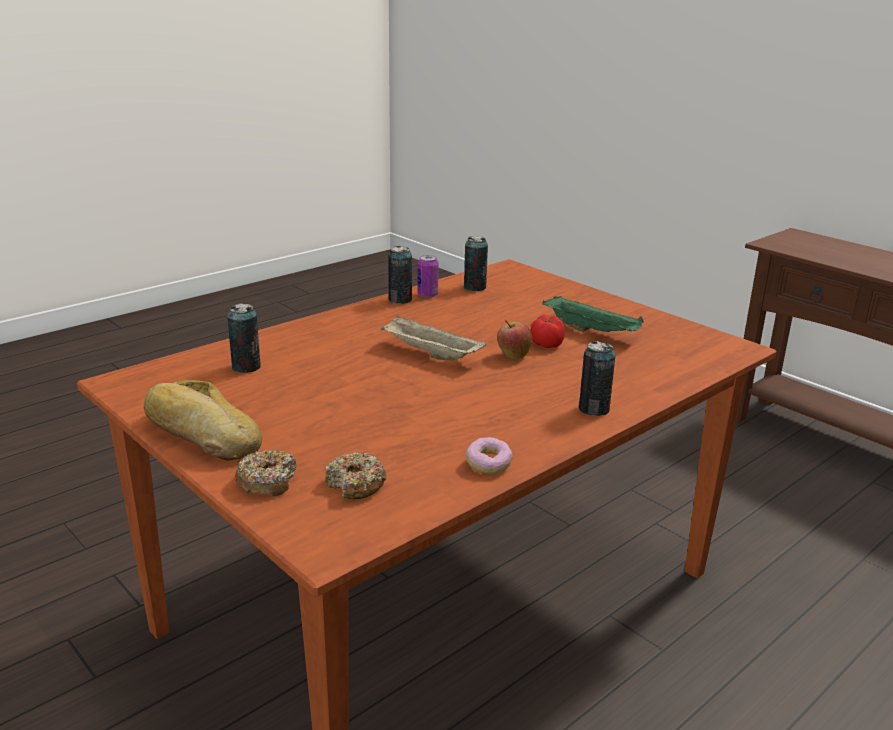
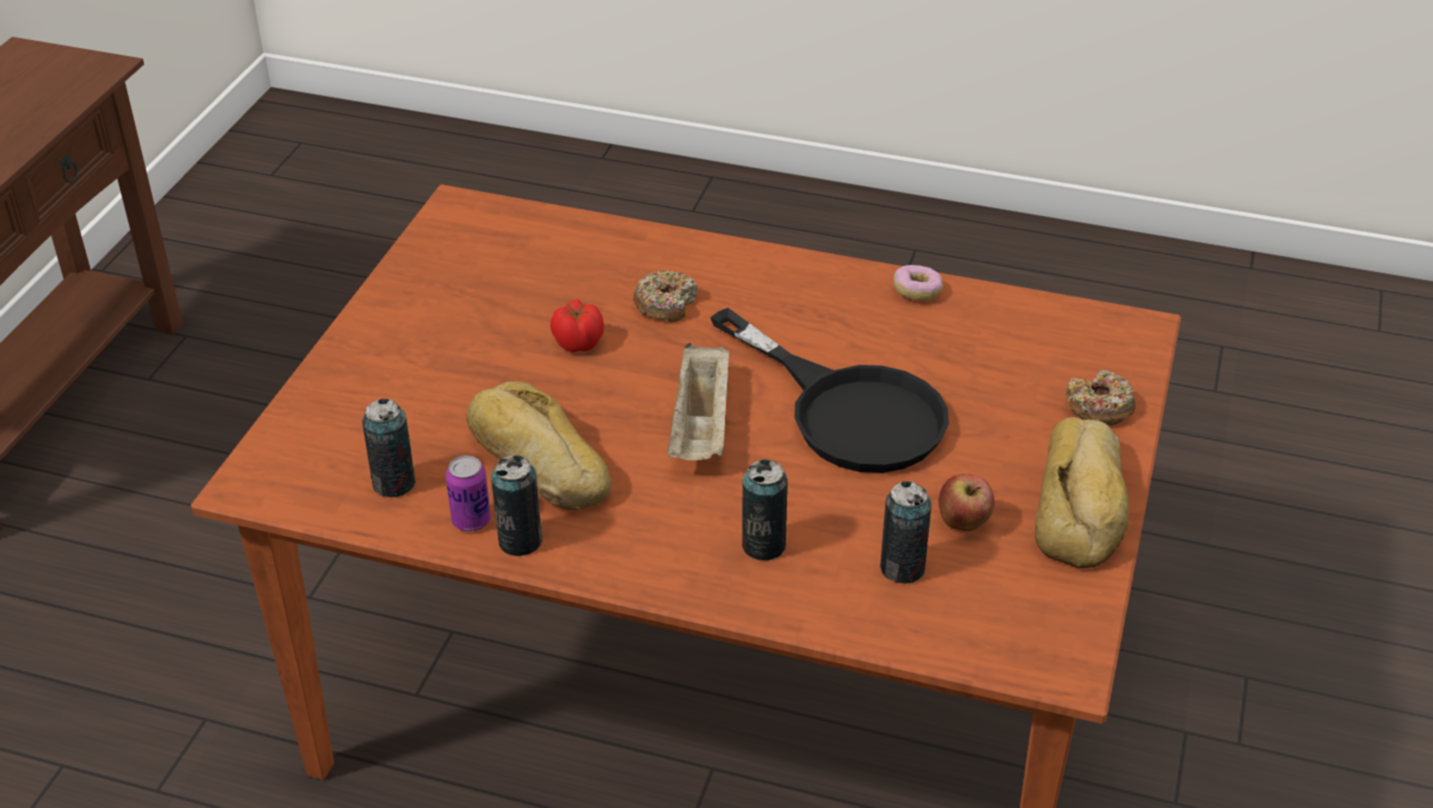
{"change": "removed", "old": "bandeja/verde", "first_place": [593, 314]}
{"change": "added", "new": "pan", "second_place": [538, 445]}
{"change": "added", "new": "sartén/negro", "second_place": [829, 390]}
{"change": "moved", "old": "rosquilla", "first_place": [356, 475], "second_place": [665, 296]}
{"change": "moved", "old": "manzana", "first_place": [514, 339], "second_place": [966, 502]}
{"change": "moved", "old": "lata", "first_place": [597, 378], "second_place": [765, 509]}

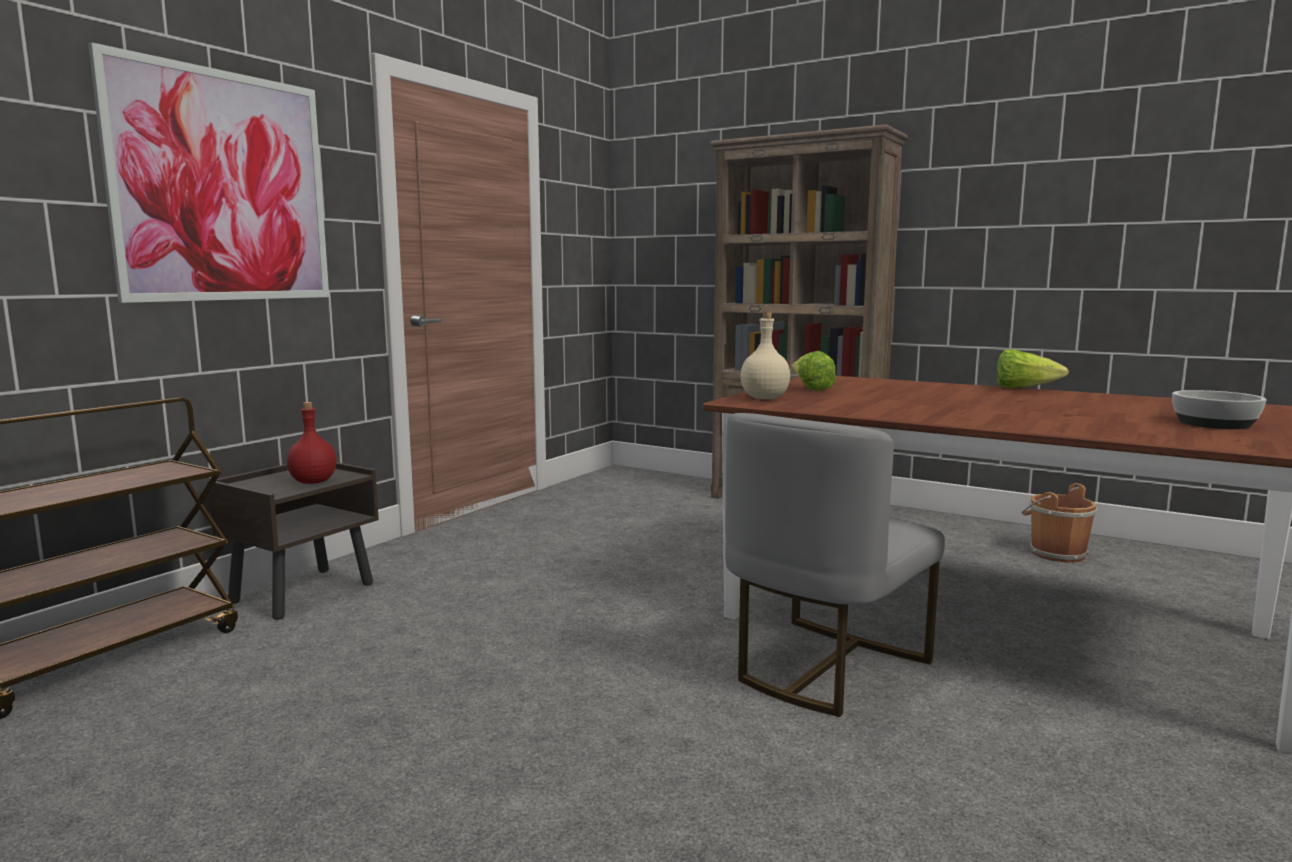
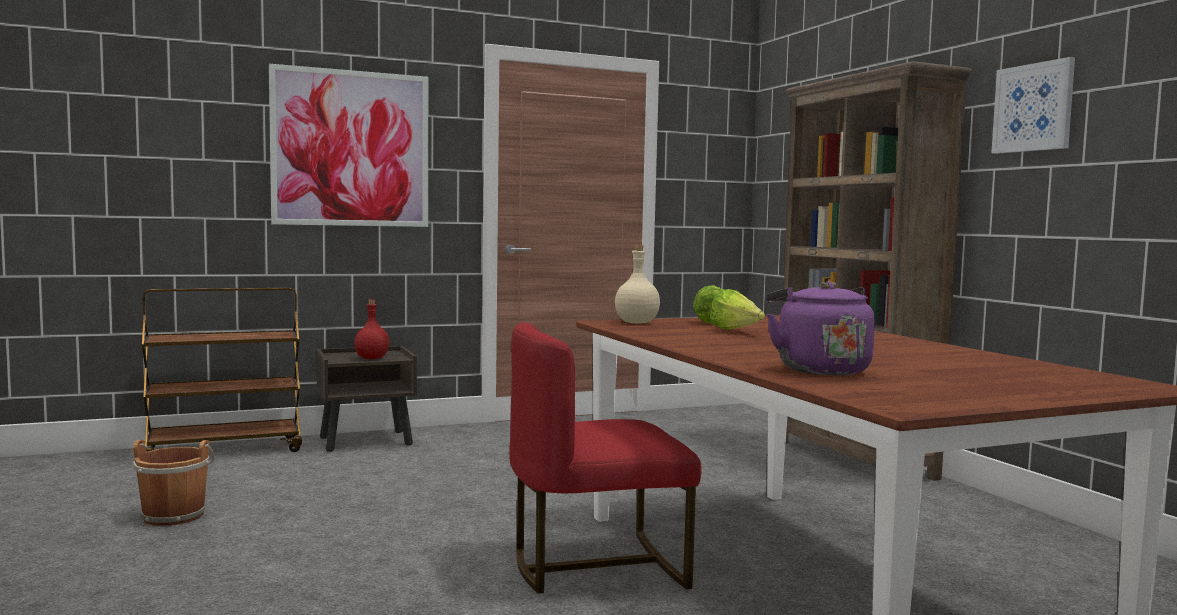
{"change": "removed", "old": "cuenco", "first_place": [1219, 409]}
{"change": "added", "new": "hervidor/morado", "second_place": [820, 328]}
{"change": "added", "new": "cuadro", "second_place": [1033, 105]}
{"change": "moved", "old": "lechuga", "first_place": [1033, 368], "second_place": [737, 309]}
{"change": "moved", "old": "cubo/marrón", "first_place": [1059, 522], "second_place": [174, 483]}
{"change": "recoloured", "old": "silla/gris", "new": "silla/rojo", "first_place": [835, 565], "second_place": [605, 458]}

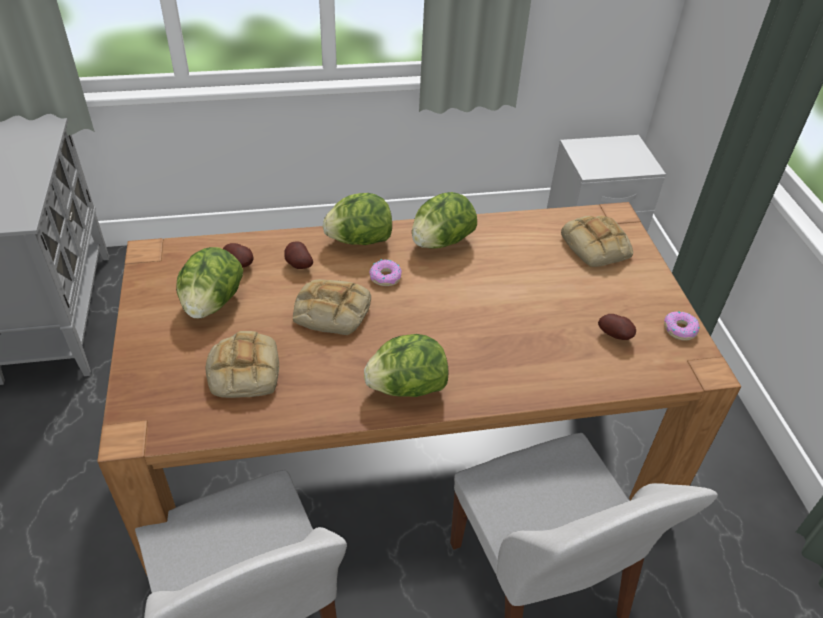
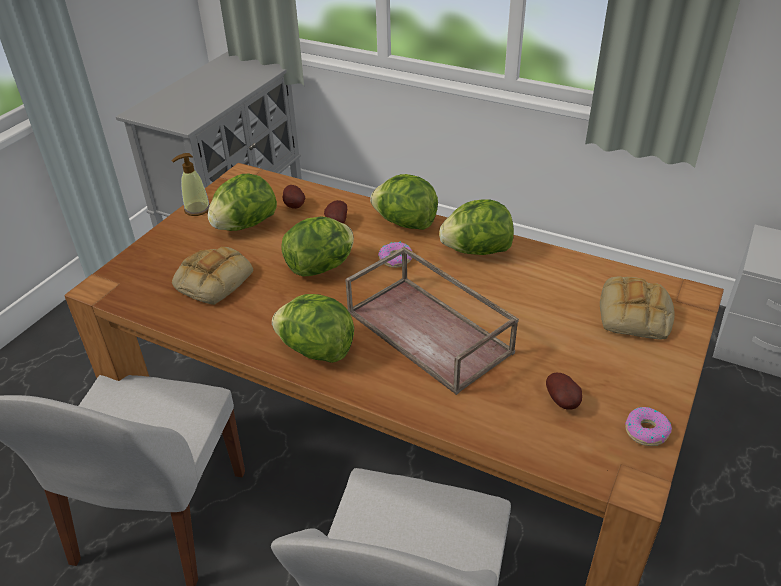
{"change": "added", "new": "dispensador de jabón", "second_place": [191, 184]}
{"change": "added", "new": "bandeja/marrón", "second_place": [432, 321]}
{"change": "replaced", "old": "pan", "new": "lechuga", "first_place": [332, 307], "second_place": [317, 247]}

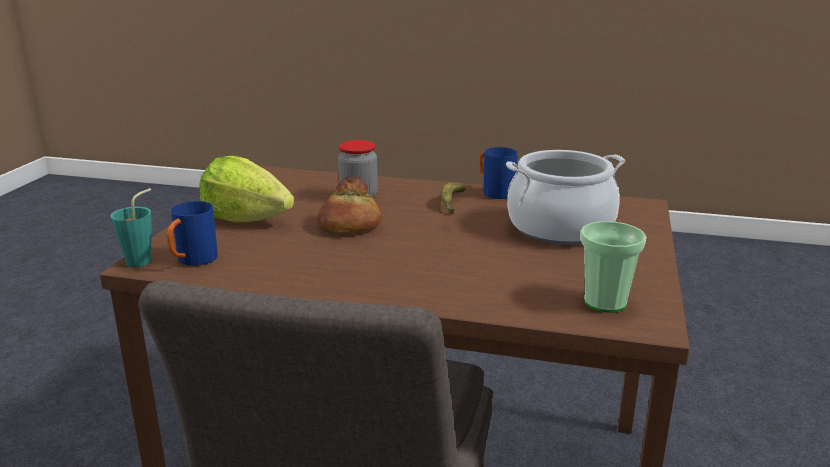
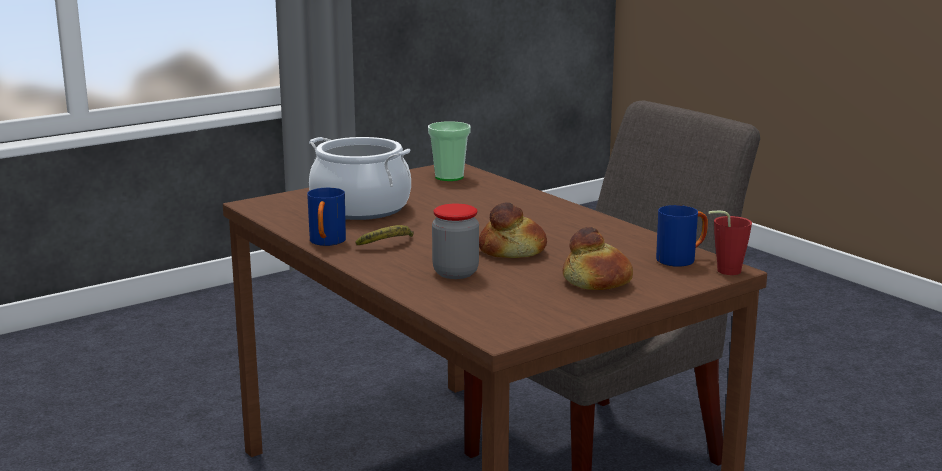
{"change": "replaced", "old": "lechuga", "new": "pan", "first_place": [246, 189], "second_place": [598, 258]}
{"change": "recoloured", "old": "taza/turquesa", "new": "taza/rojo", "first_place": [131, 227], "second_place": [730, 243]}

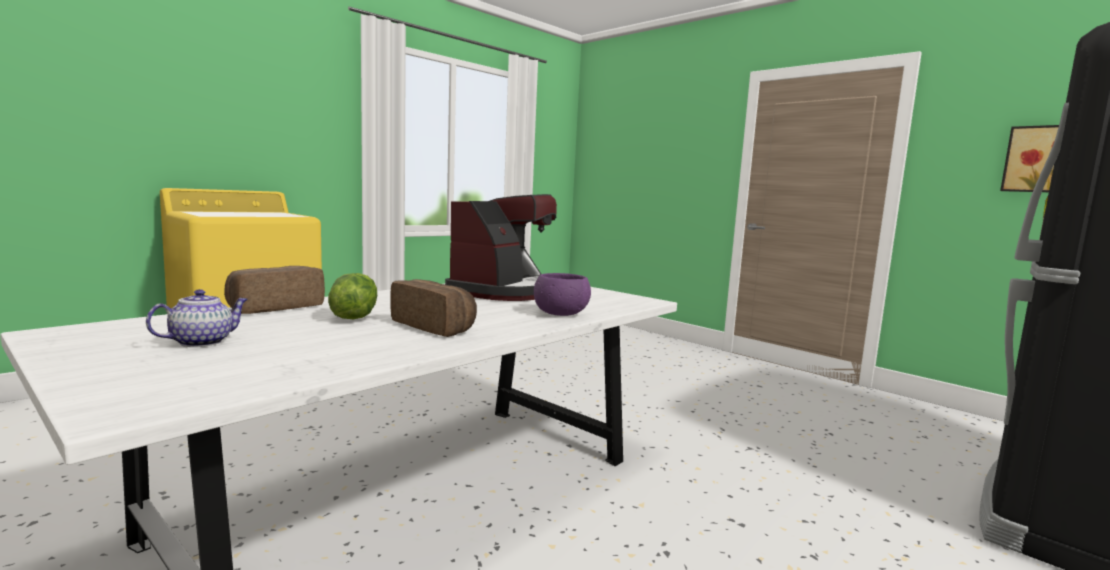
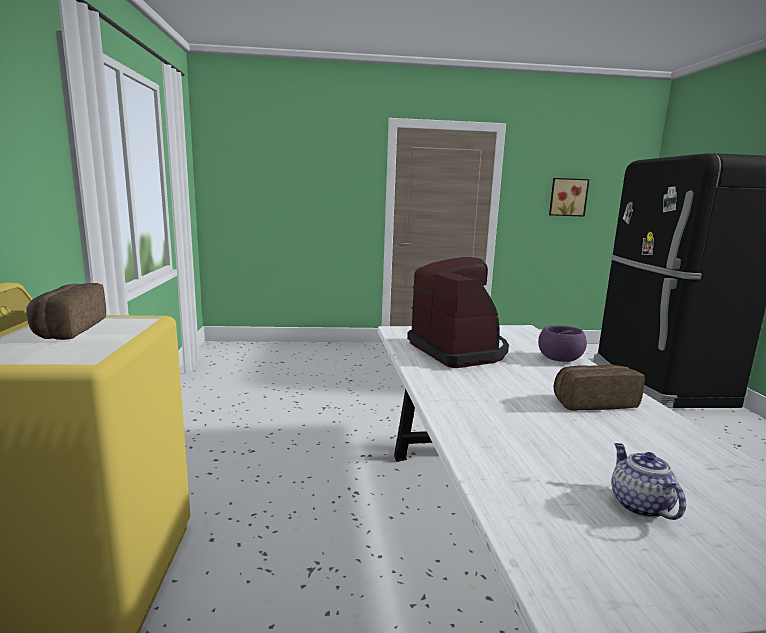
{"change": "removed", "old": "lechuga", "first_place": [352, 296]}
{"change": "moved", "old": "pan", "first_place": [274, 290], "second_place": [66, 311]}

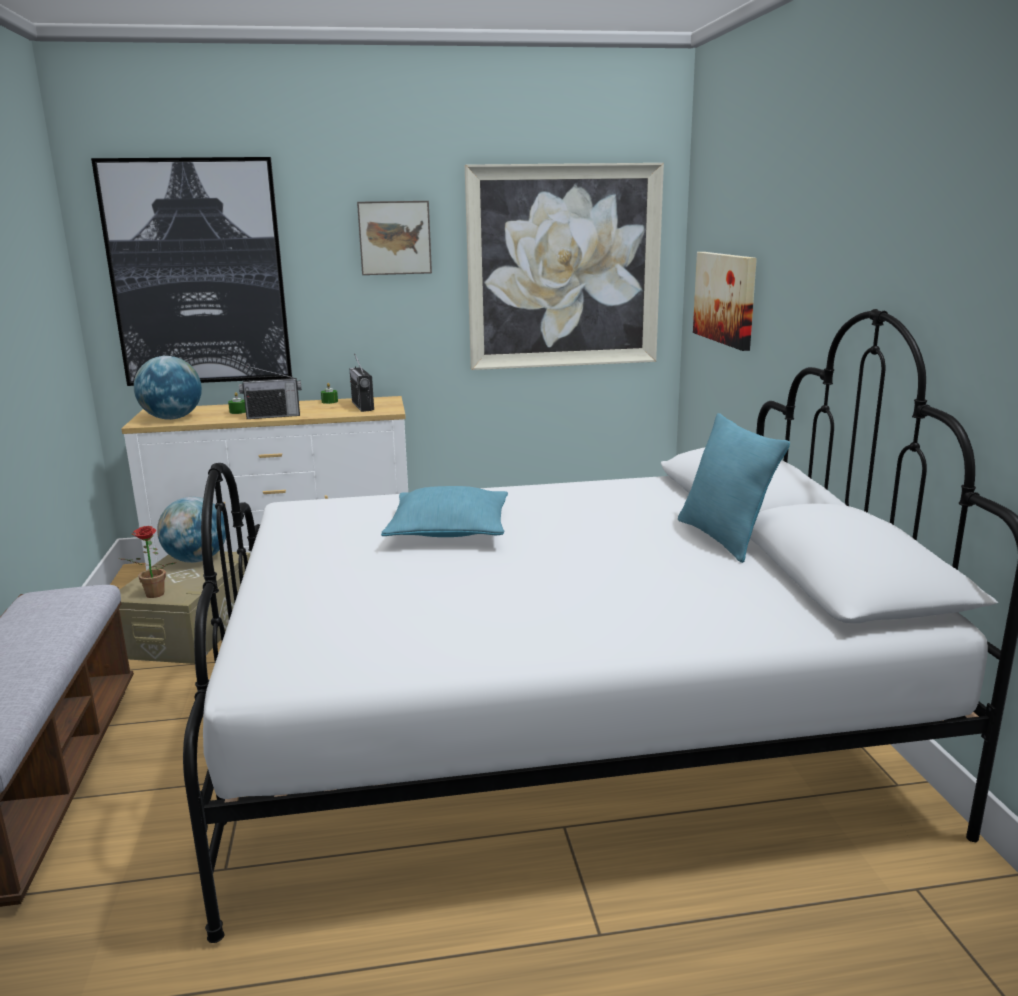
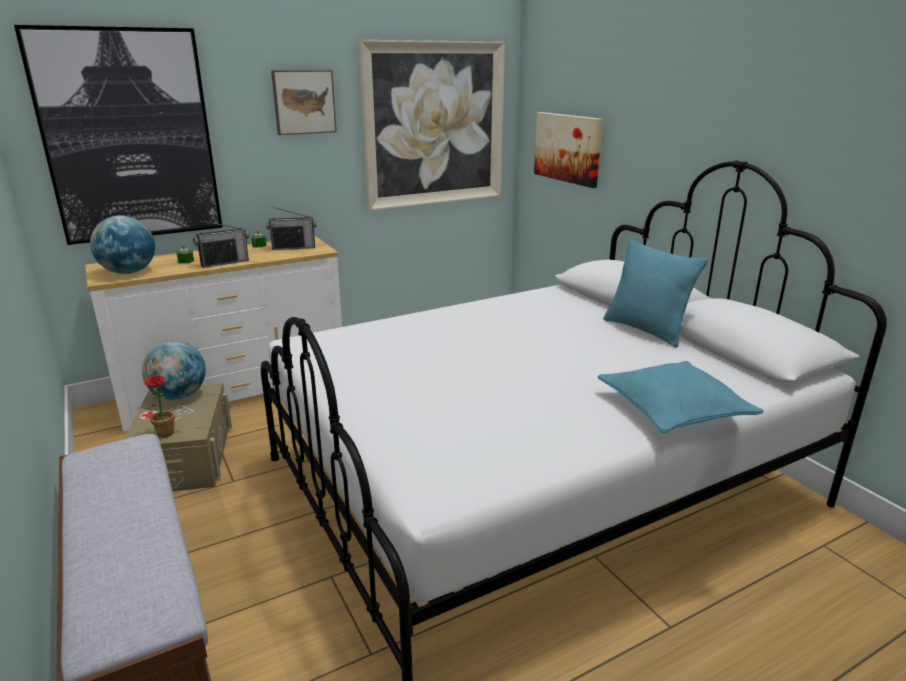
{"change": "moved", "old": "cojín/turquesa", "first_place": [444, 511], "second_place": [681, 397]}
{"change": "turned", "old": "radio", "first_place": [362, 383], "second_place": [291, 228], "degrees": -60}

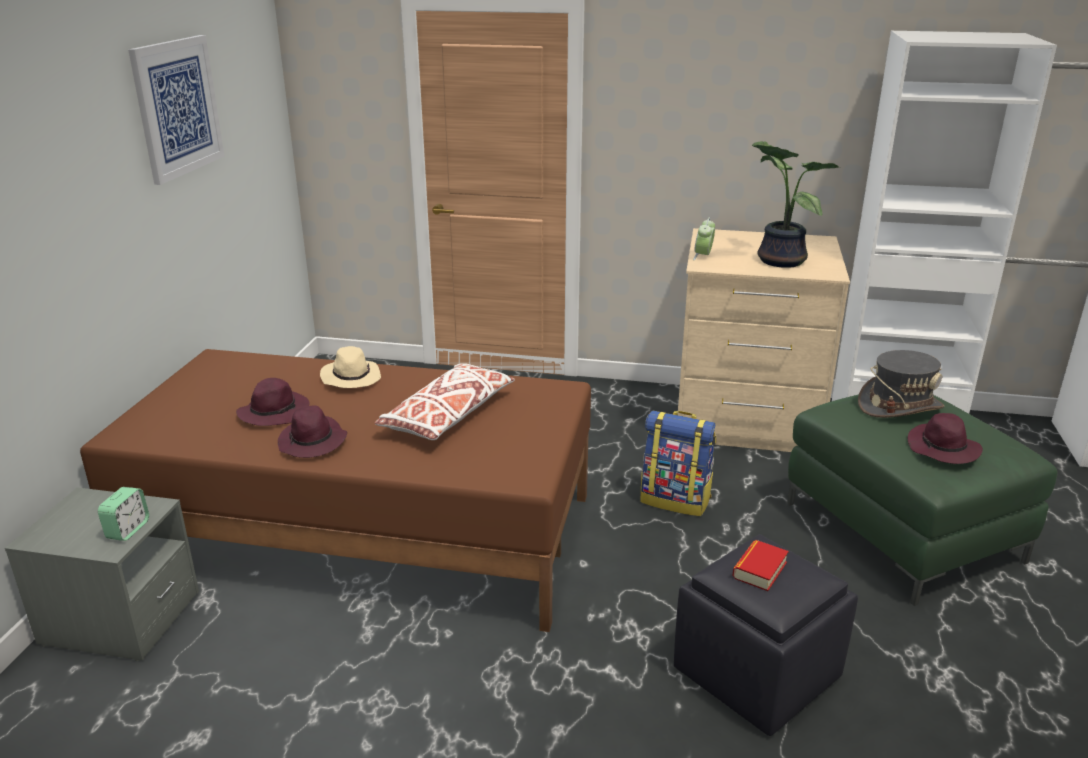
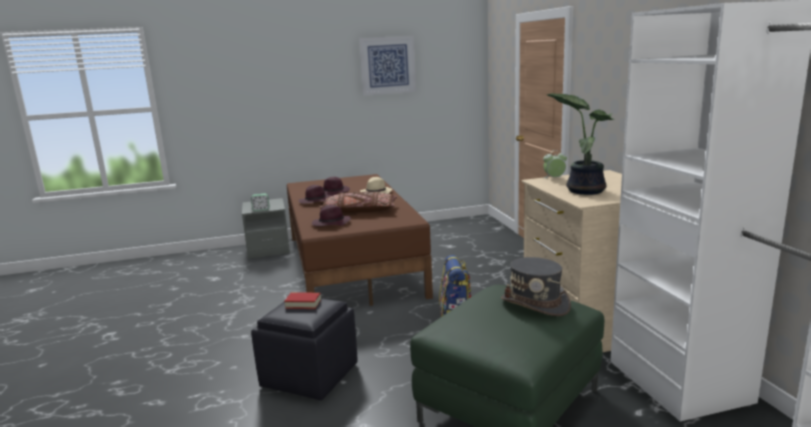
{"change": "moved", "old": "sombrero/morado", "first_place": [945, 438], "second_place": [331, 215]}
{"change": "recoloured", "old": "cojín/blanco", "new": "cojín/marrón", "first_place": [445, 401], "second_place": [358, 202]}

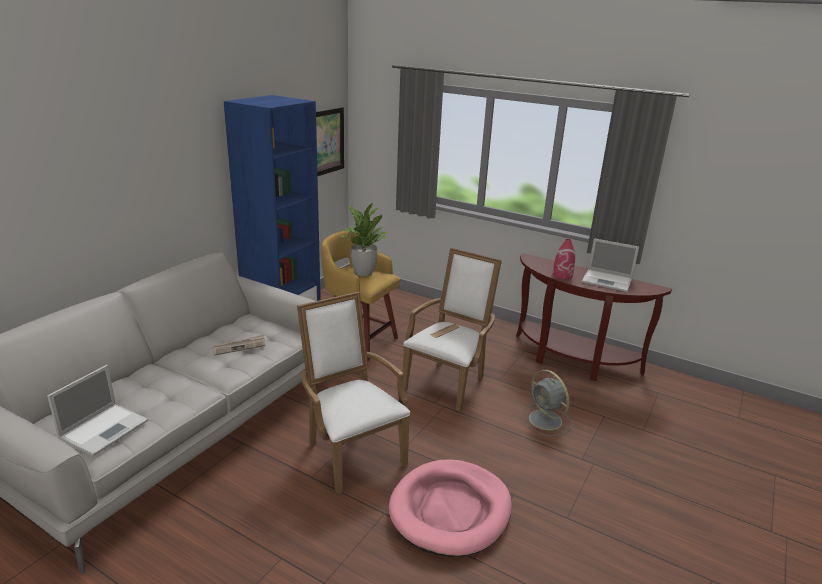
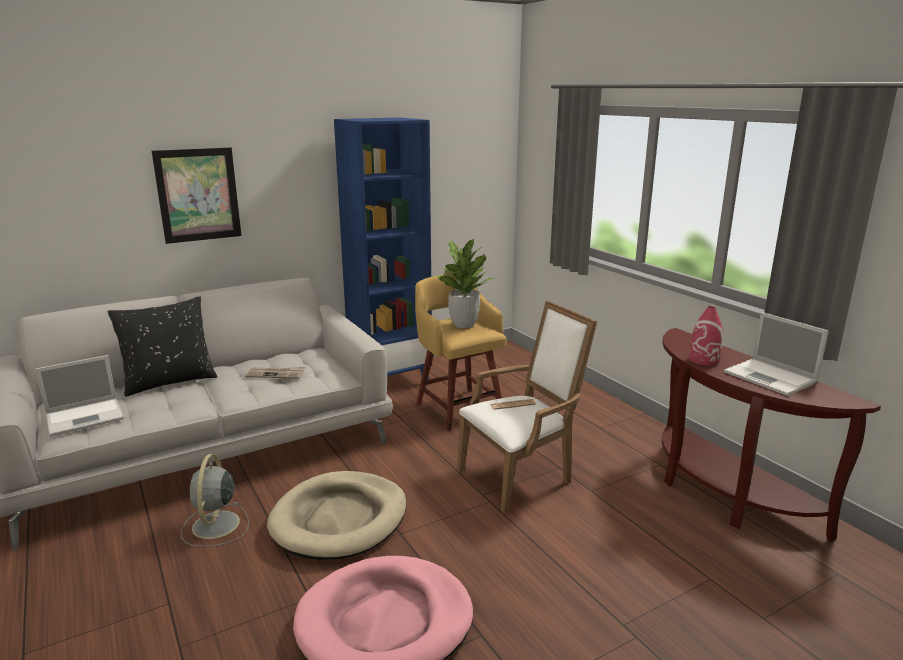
{"change": "added", "new": "cojín/negro", "second_place": [162, 346]}
{"change": "moved", "old": "cuadro", "first_place": [330, 141], "second_place": [196, 195]}
{"change": "moved", "old": "ventilador/gris", "first_place": [547, 403], "second_place": [215, 500]}
{"change": "replaced", "old": "sillón/blanco", "new": "cama para perro/beis", "first_place": [353, 393], "second_place": [337, 515]}

